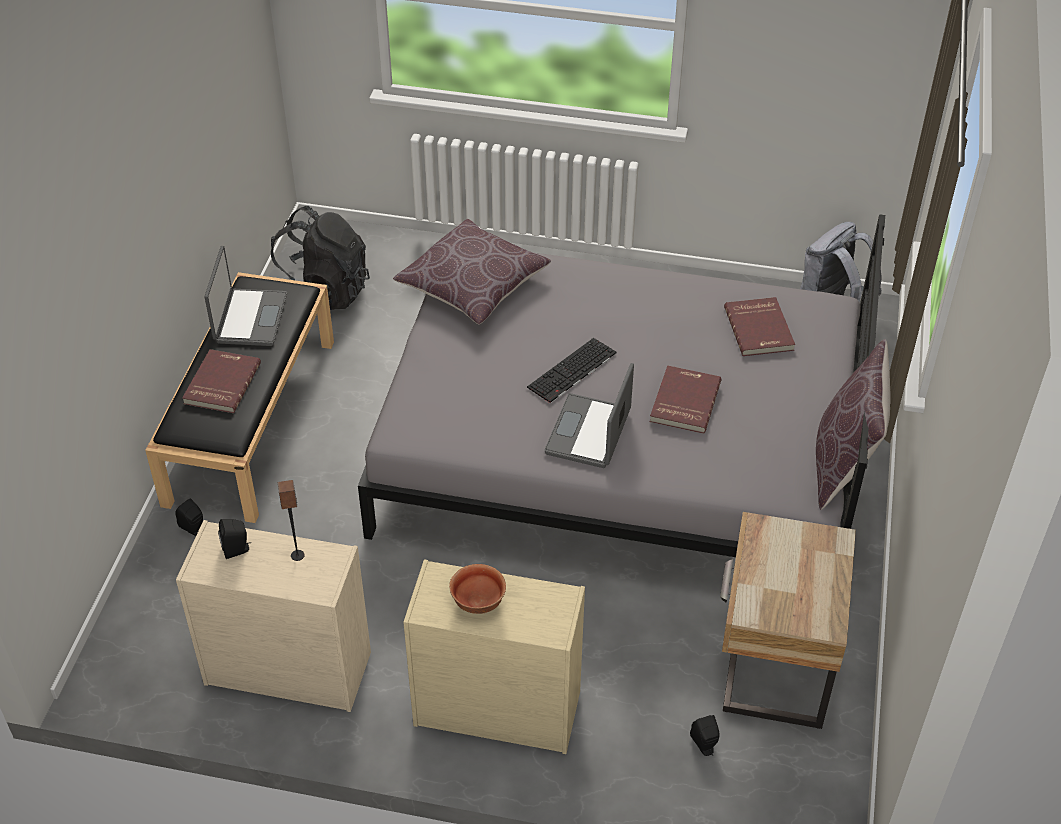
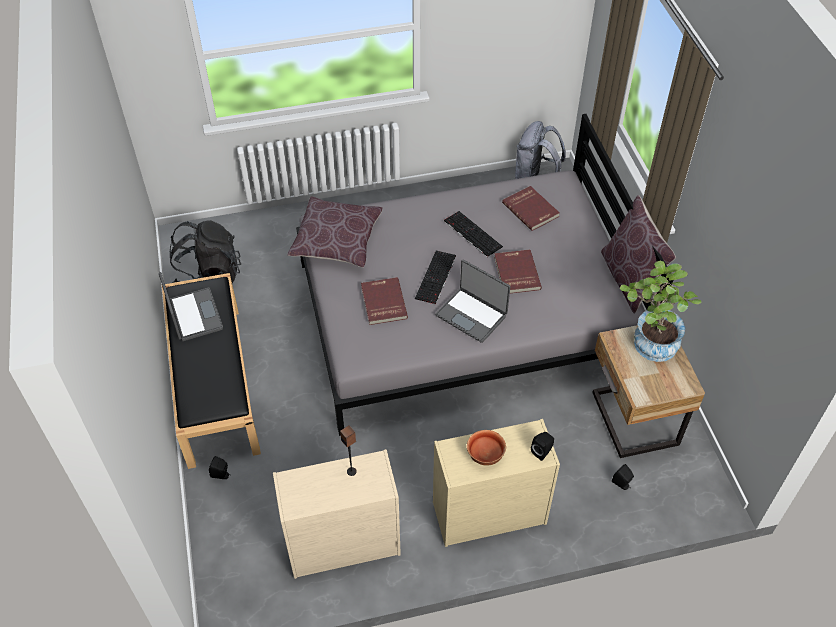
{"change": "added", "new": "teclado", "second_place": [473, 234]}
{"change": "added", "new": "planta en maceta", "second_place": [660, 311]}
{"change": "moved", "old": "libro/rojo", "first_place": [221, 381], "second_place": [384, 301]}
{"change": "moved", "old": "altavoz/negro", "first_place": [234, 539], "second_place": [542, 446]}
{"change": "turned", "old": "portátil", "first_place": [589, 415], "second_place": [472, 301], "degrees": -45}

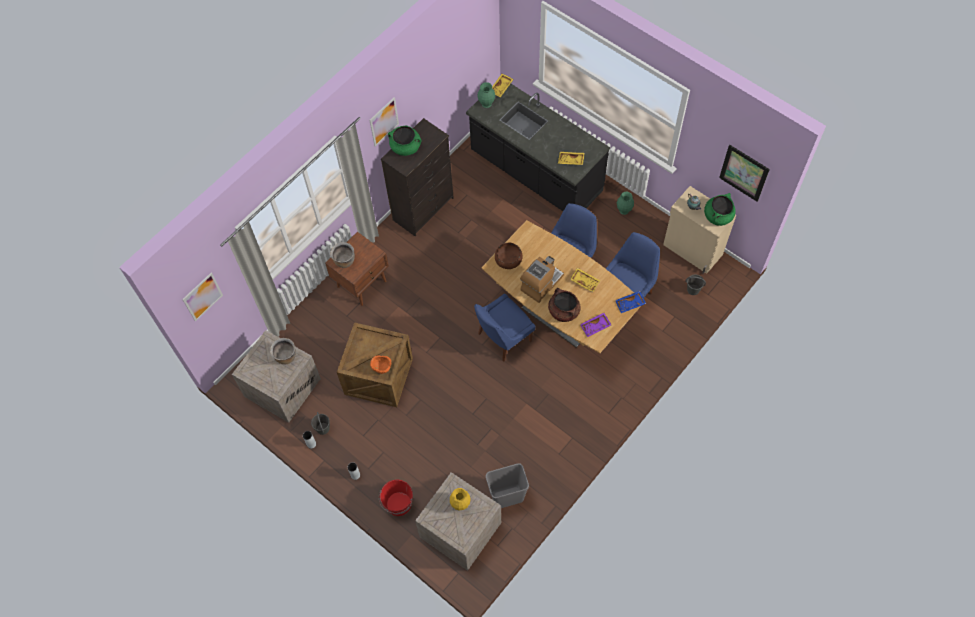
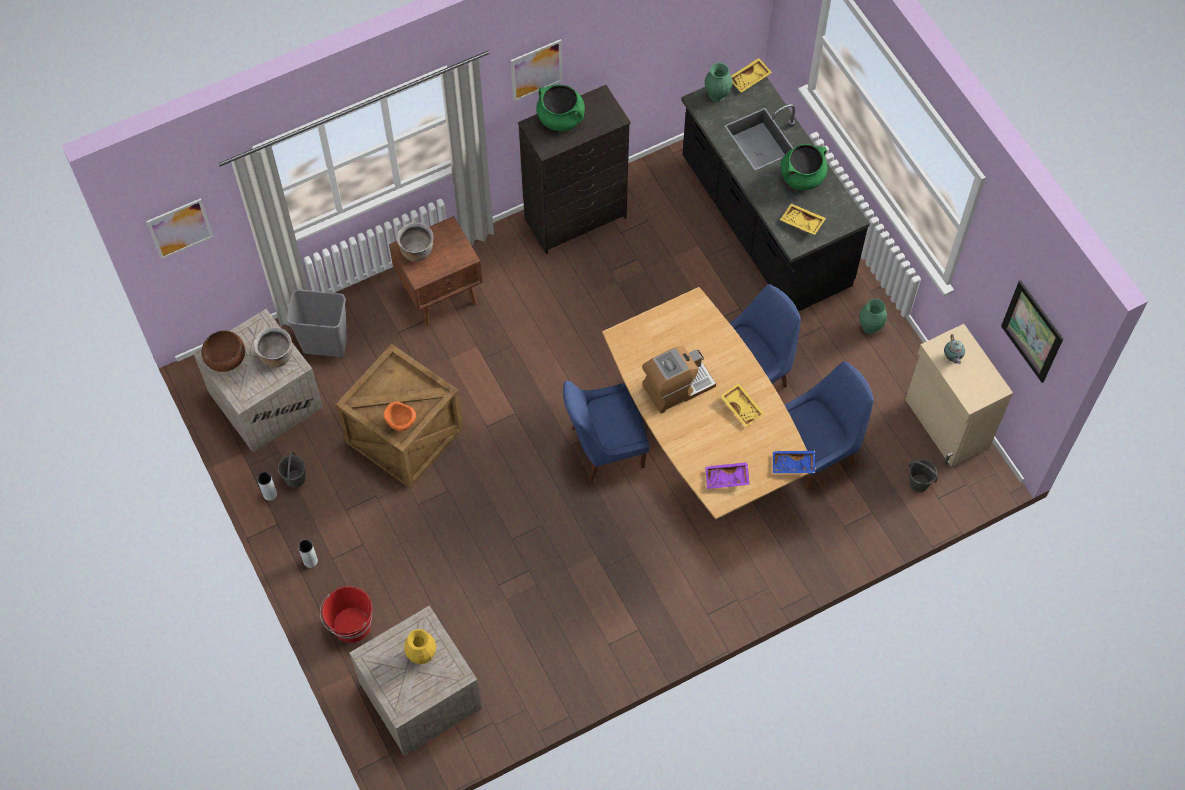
{"change": "removed", "old": "olla/marrón", "first_place": [564, 305]}
{"change": "moved", "old": "papelera/gris", "first_place": [507, 485], "second_place": [317, 323]}
{"change": "moved", "old": "cuenco/marrón", "first_place": [509, 256], "second_place": [223, 351]}
{"change": "moved", "old": "olla/verde", "first_place": [720, 209], "second_place": [804, 167]}

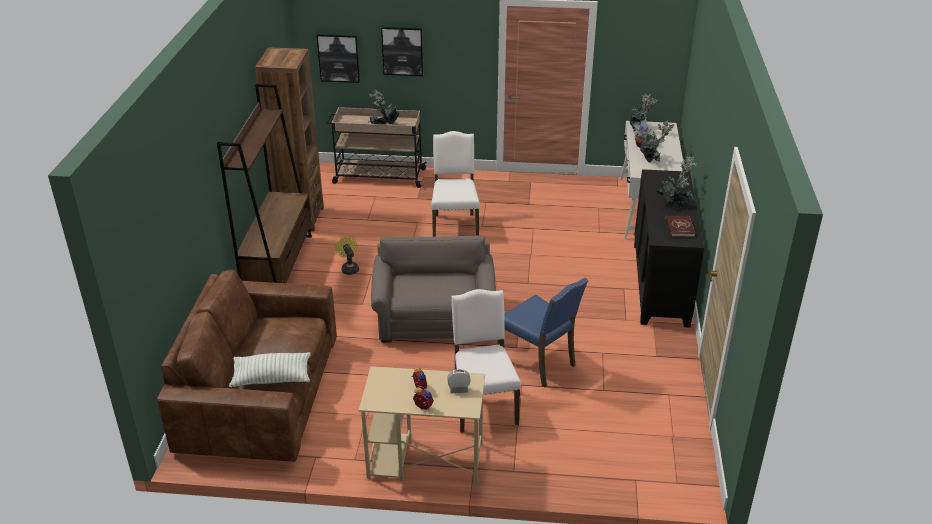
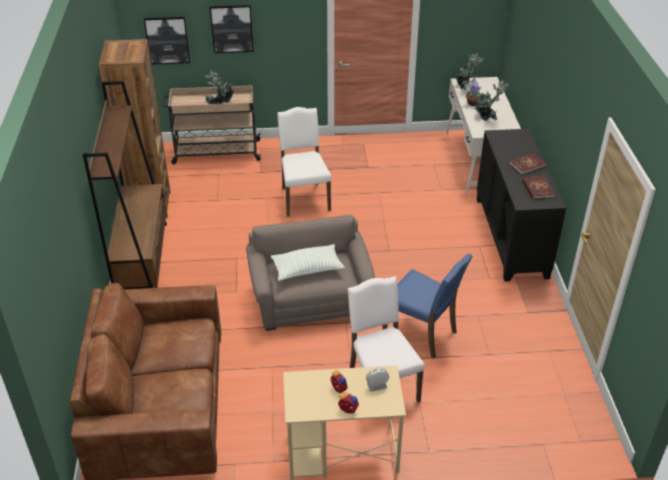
{"change": "removed", "old": "ventilador/amarillo", "first_place": [347, 256]}
{"change": "moved", "old": "cojín", "first_place": [270, 369], "second_place": [308, 262]}
{"change": "replaced", "old": "planta en maceta", "new": "libro/rojo", "first_place": [677, 182], "second_place": [528, 164]}

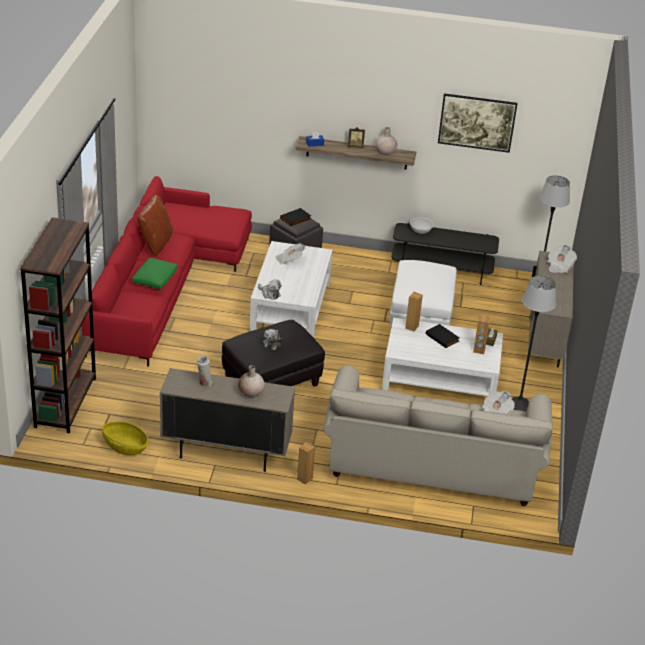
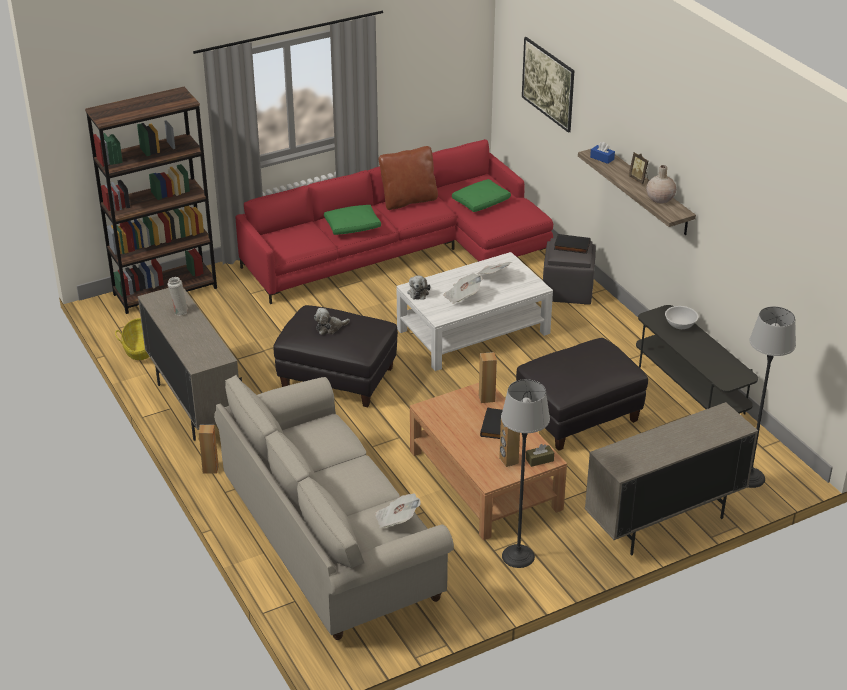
{"change": "removed", "old": "florero/beis", "first_place": [251, 381]}
{"change": "added", "new": "cojín/verde", "second_place": [481, 195]}
{"change": "moved", "old": "cuadro", "first_place": [478, 123], "second_place": [548, 85]}
{"change": "moved", "old": "periódico", "first_place": [562, 259], "second_place": [463, 288]}
{"change": "recoloured", "old": "mesa de centro/blanco", "new": "mesa de centro/marrón", "first_place": [442, 357], "second_place": [488, 461]}
{"change": "recoloured", "old": "puf/blanco", "new": "puf/negro", "first_place": [423, 293], "second_place": [582, 394]}

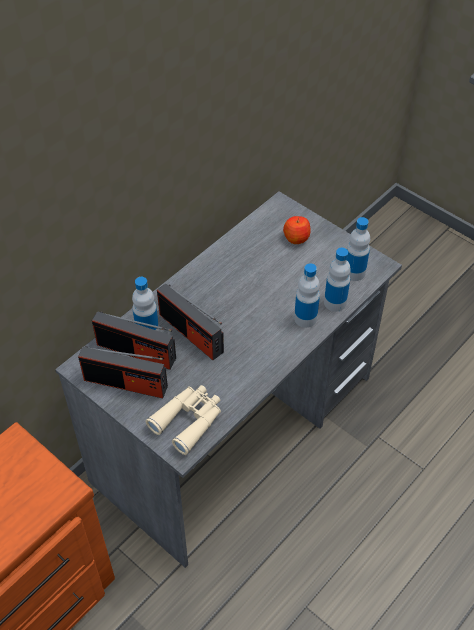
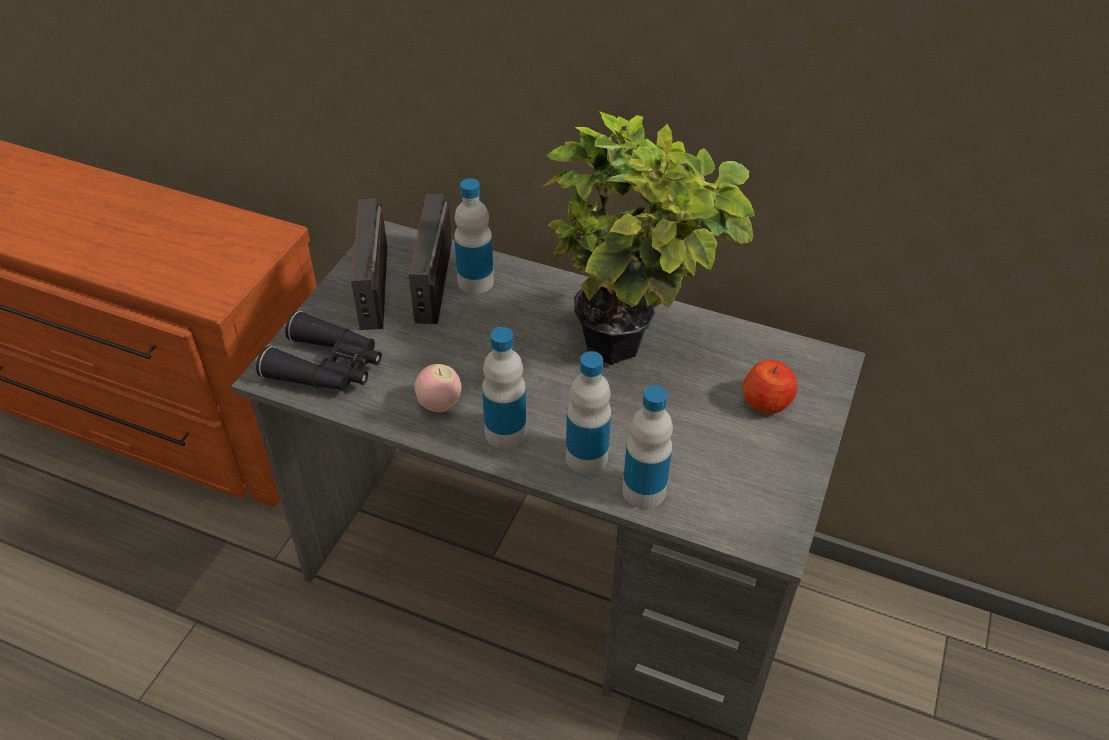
{"change": "removed", "old": "radio", "first_place": [190, 321]}
{"change": "added", "new": "manzana", "second_place": [438, 388]}
{"change": "added", "new": "planta en maceta", "second_place": [648, 238]}
{"change": "moved", "old": "botella", "first_place": [358, 249], "second_place": [504, 388]}
{"change": "recoloured", "old": "prismáticos/beis", "new": "prismáticos/negro", "first_place": [183, 420], "second_place": [319, 351]}

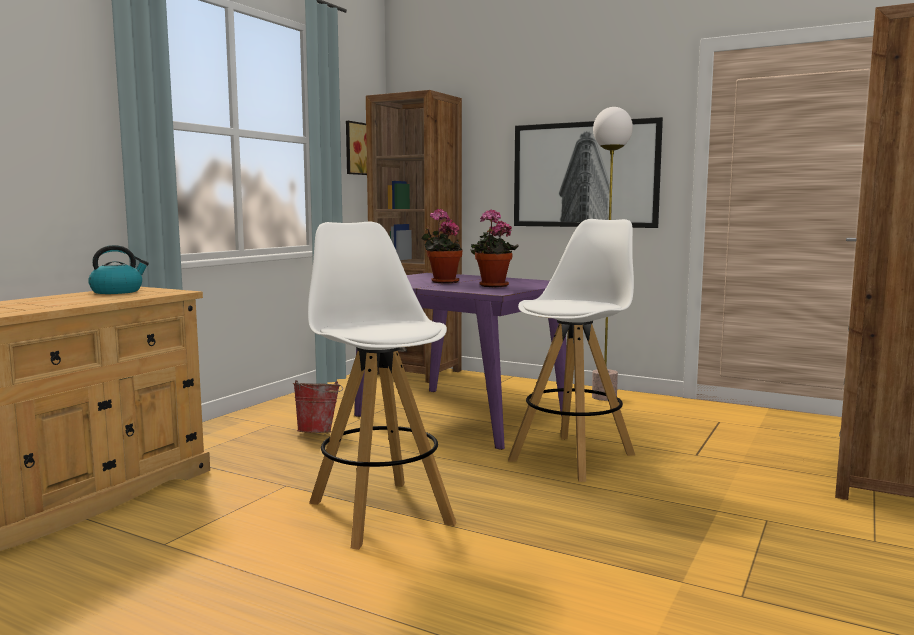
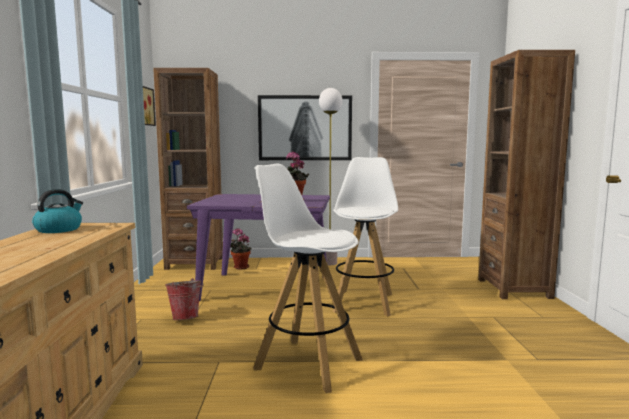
{"change": "moved", "old": "planta en maceta", "first_place": [441, 246], "second_place": [240, 248]}

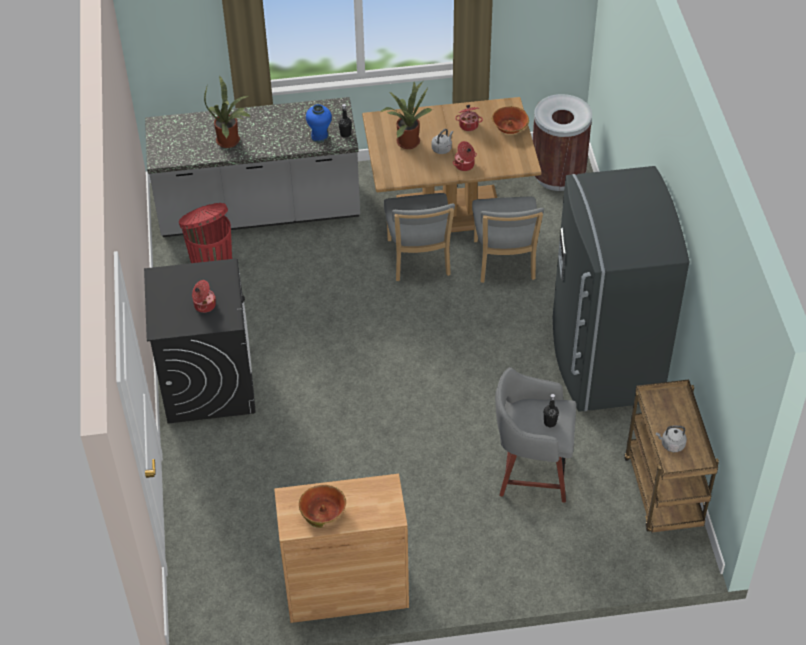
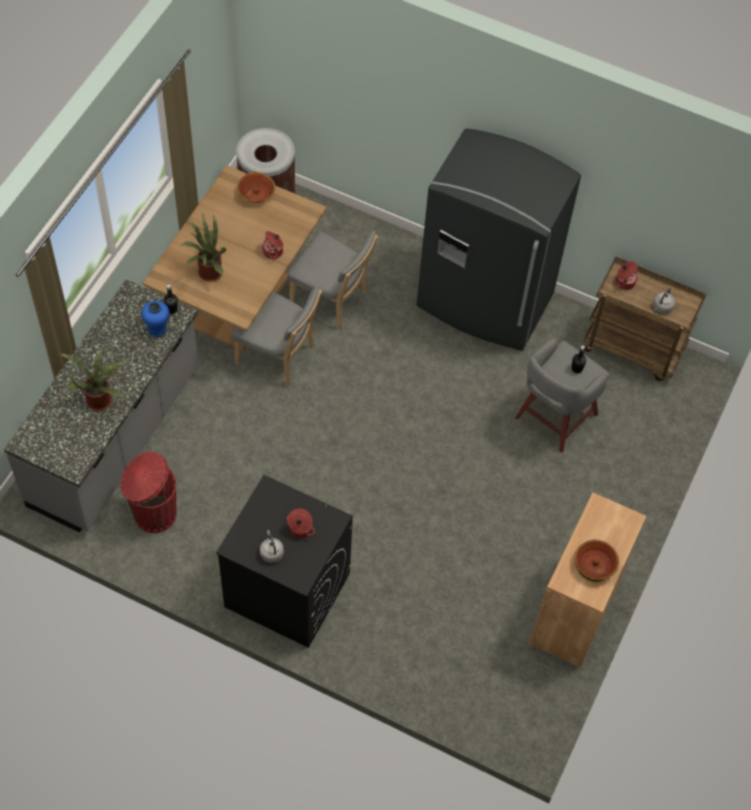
{"change": "moved", "old": "hervidor/gris", "first_place": [442, 141], "second_place": [272, 546]}
{"change": "moved", "old": "olla", "first_place": [469, 118], "second_place": [626, 275]}

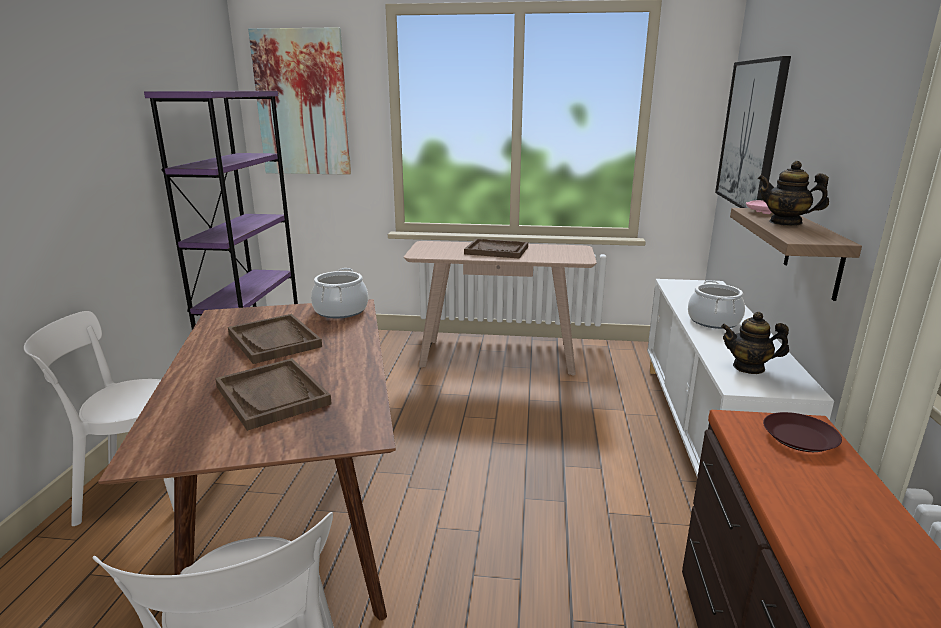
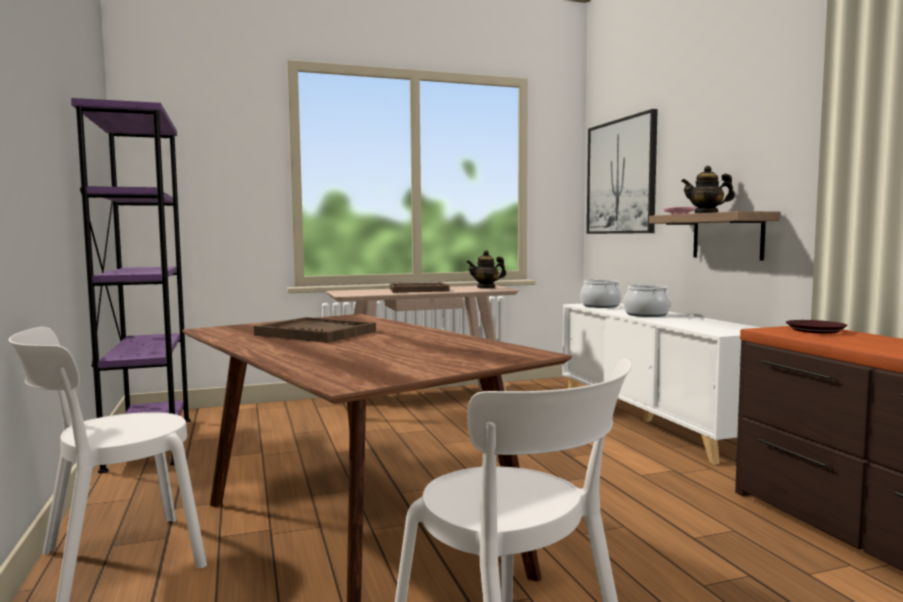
{"change": "removed", "old": "bandeja/marrón", "first_place": [273, 394]}
{"change": "removed", "old": "cuadro", "first_place": [299, 101]}
{"change": "moved", "old": "olla", "first_place": [339, 293], "second_place": [601, 293]}
{"change": "moved", "old": "tetera", "first_place": [755, 343], "second_place": [486, 269]}

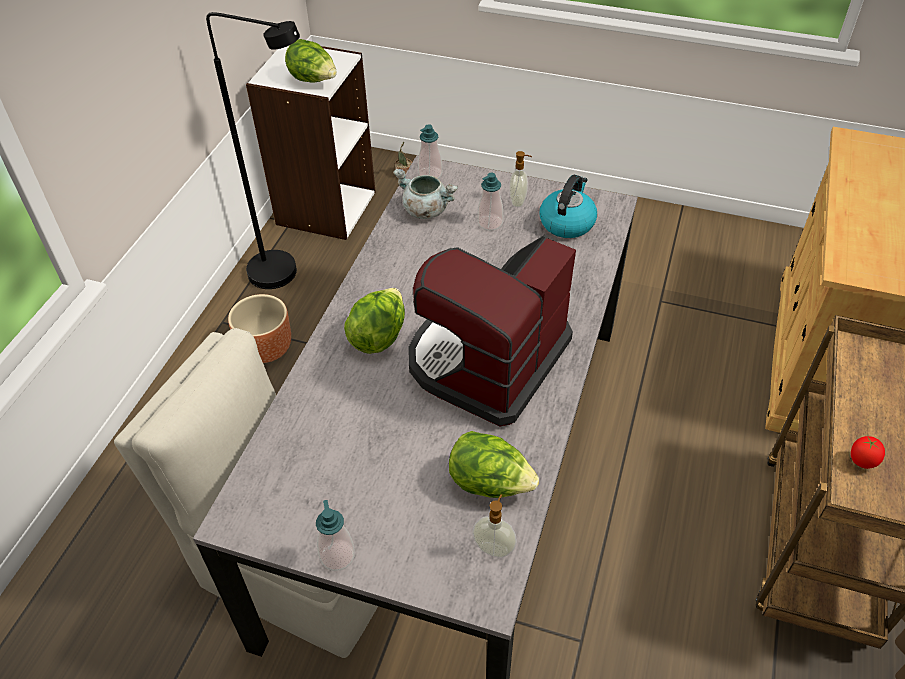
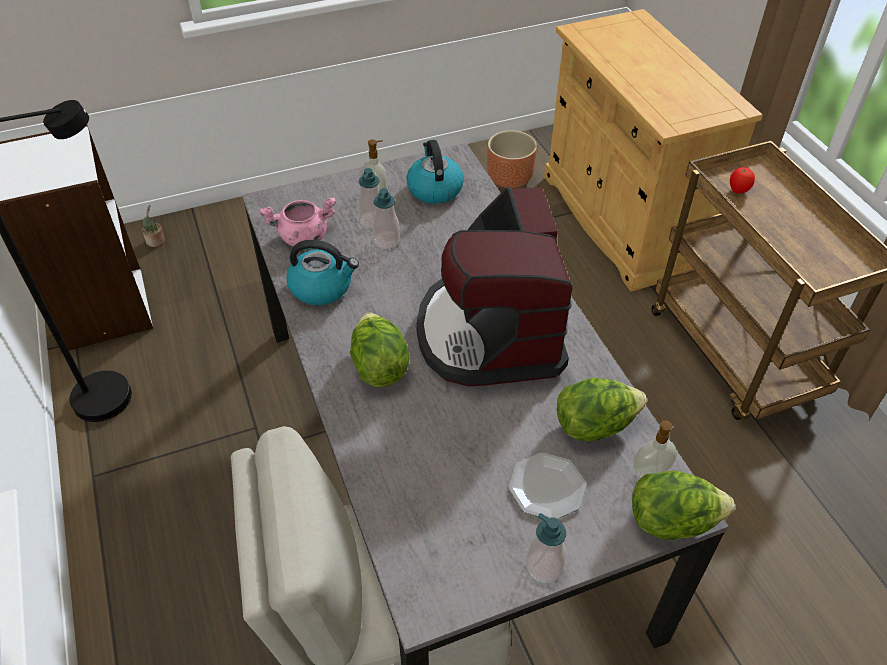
{"change": "added", "new": "hervidor", "second_place": [322, 272]}
{"change": "added", "new": "plato", "second_place": [547, 486]}
{"change": "moved", "old": "maceta/marrón", "first_place": [259, 328], "second_place": [512, 159]}
{"change": "moved", "old": "lechuga", "first_place": [311, 61], "second_place": [683, 505]}
{"change": "moved", "old": "dispensador de jabón", "first_place": [430, 151], "second_place": [386, 218]}
{"change": "moved", "old": "tomate", "first_place": [868, 452], "second_place": [742, 180]}
{"change": "recoloured", "old": "olla/gris", "new": "olla/rosa", "first_place": [425, 194], "second_place": [298, 222]}

